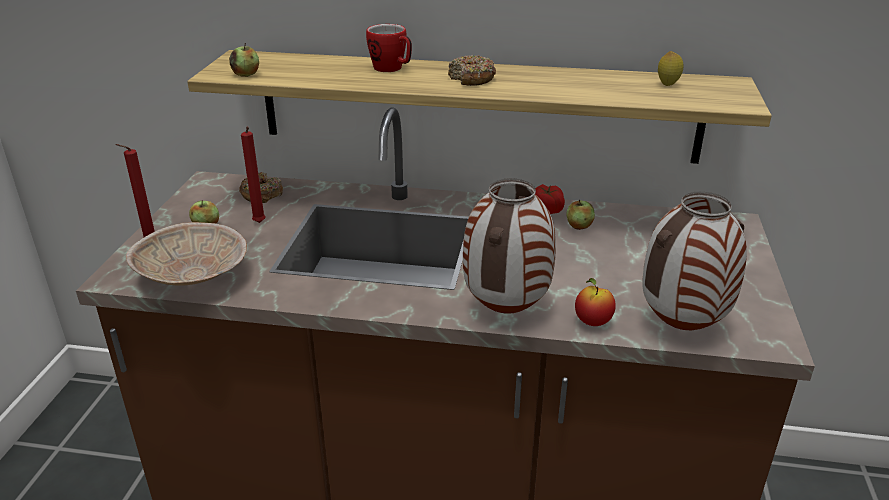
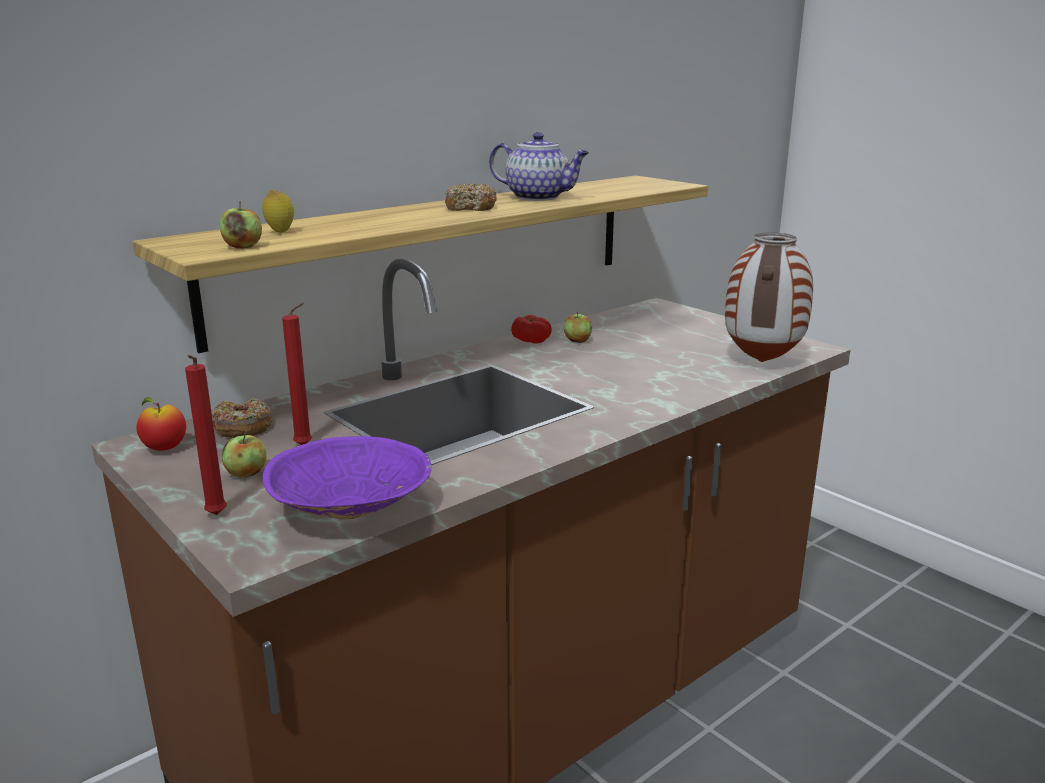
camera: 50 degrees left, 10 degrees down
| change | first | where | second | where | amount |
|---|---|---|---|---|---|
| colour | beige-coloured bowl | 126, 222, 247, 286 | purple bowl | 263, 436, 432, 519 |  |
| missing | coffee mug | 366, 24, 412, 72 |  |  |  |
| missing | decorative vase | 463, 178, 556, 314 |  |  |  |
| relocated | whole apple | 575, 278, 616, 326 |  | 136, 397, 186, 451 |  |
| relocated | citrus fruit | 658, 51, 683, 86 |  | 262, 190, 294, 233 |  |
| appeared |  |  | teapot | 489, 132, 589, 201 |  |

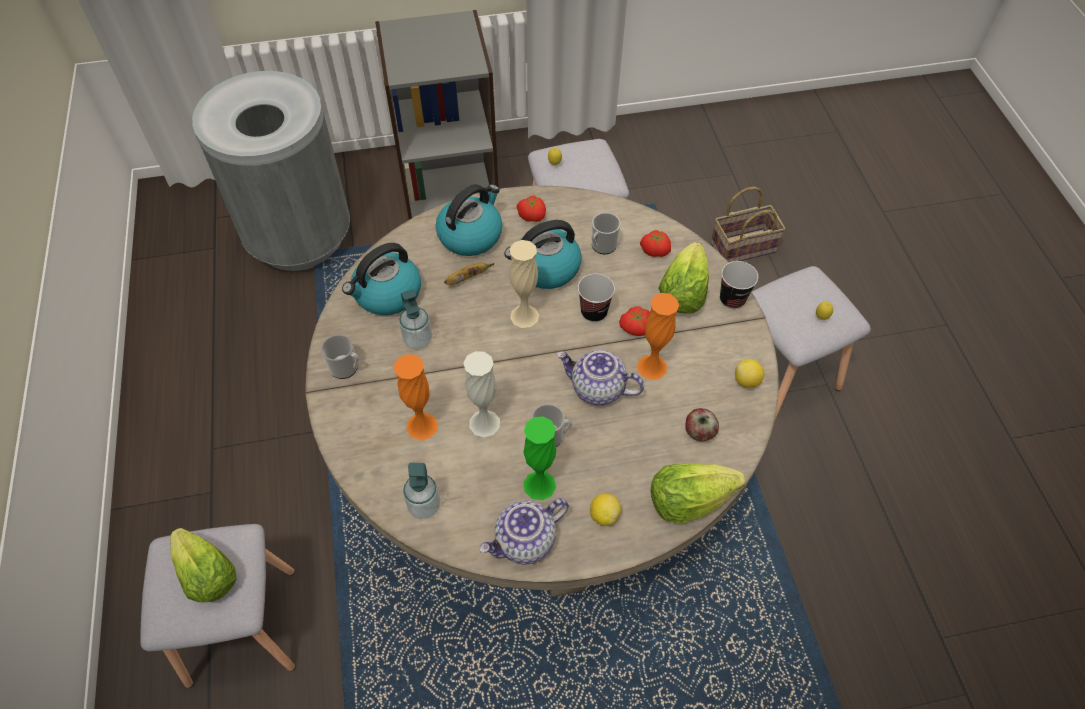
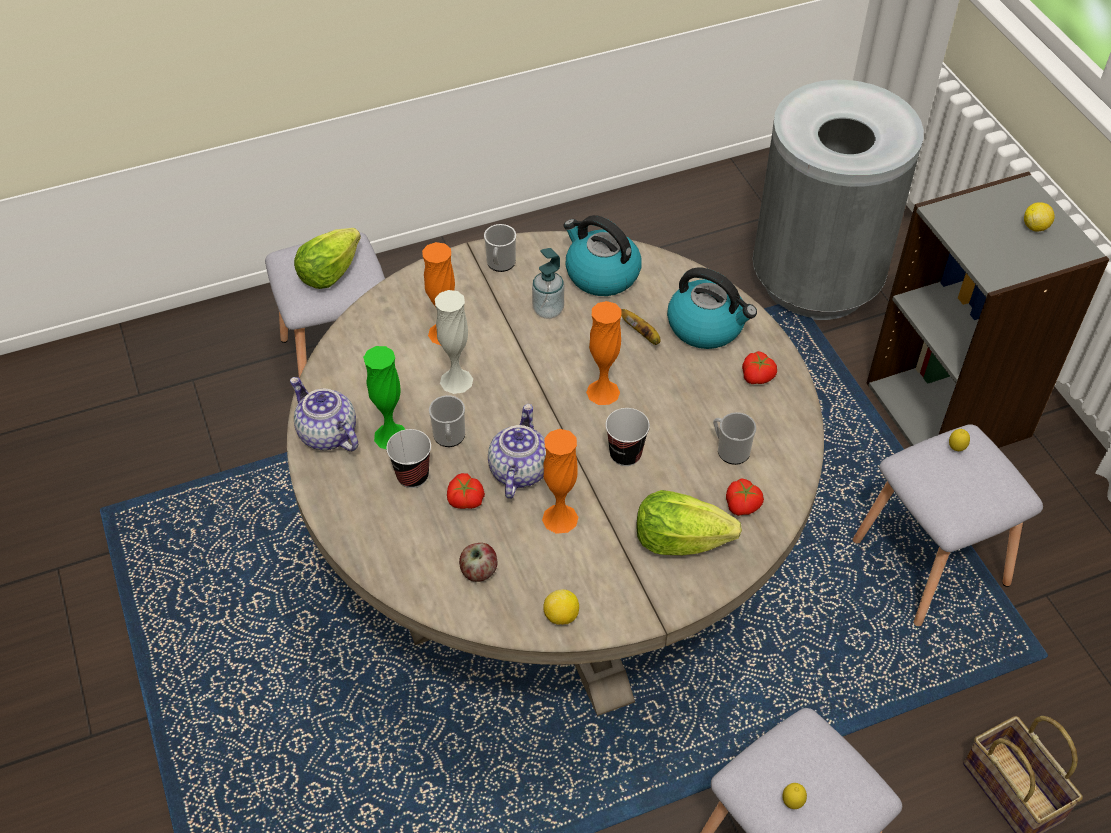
camera: 80 degrees right, 5 degrees down
| change | first | where | second | where | amount |
|---|---|---|---|---|---|
| missing | soap bottle | 403, 463, 440, 519 |  |  |  |
| missing | water kettle | 504, 220, 581, 289 |  |  |  |
| colour | beige-coloured decorative vase | 510, 240, 539, 328 | orange-coloured decorative vase | 586, 301, 621, 405 |  |
| relocated | citrus fruit | 590, 493, 622, 526 |  | 1024, 202, 1055, 232 |  |
| relocated | whole tomato | 619, 307, 650, 336 |  | 447, 473, 485, 509 |  |
| missing | lettuce | 651, 463, 745, 524 |  |  |  |
| relocated | drinking cup | 720, 261, 758, 309 |  | 386, 429, 431, 488 |  |

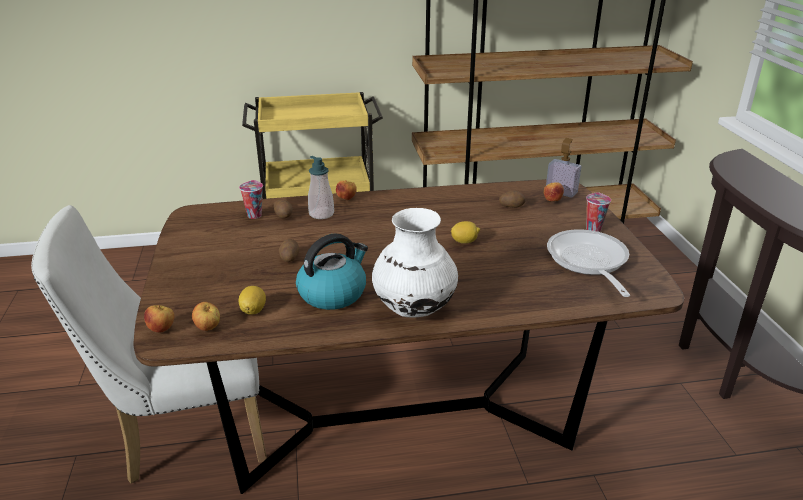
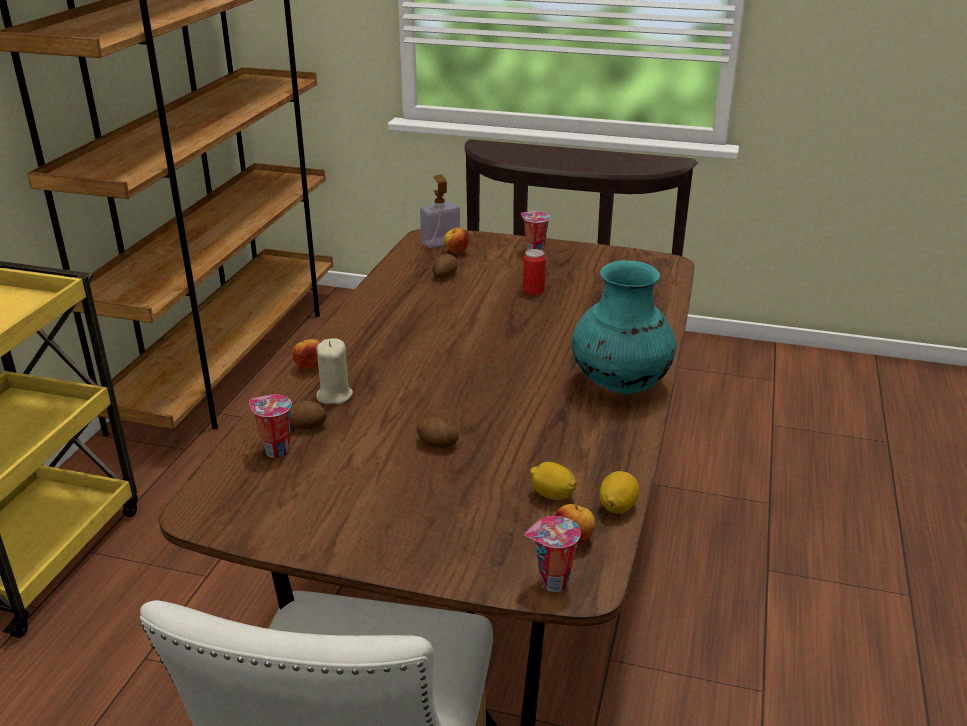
camera: 65 degrees left, 0 degrees up
| change | first | where | second | where | amount |
|---|---|---|---|---|---|
| exchanged | whole apple | 144, 305, 174, 333 | drinking cup | 525, 516, 581, 592 |  |
| missing | water kettle | 296, 233, 368, 310 |  |  |  |
| exchanged | soap bottle | 308, 156, 334, 219 | beige-coloured candle | 316, 338, 353, 404 |  |
| colour | whitish decorative vase | 372, 208, 458, 317 | blue-green decorative vase | 571, 260, 677, 394 |  |
| relocated | citrus fruit | 451, 221, 480, 244 |  | 599, 471, 639, 514 |  |
| missing | pan | 547, 229, 630, 297 |  |  |  |
| appeared |  |  | metal can | 523, 249, 546, 295 |  |

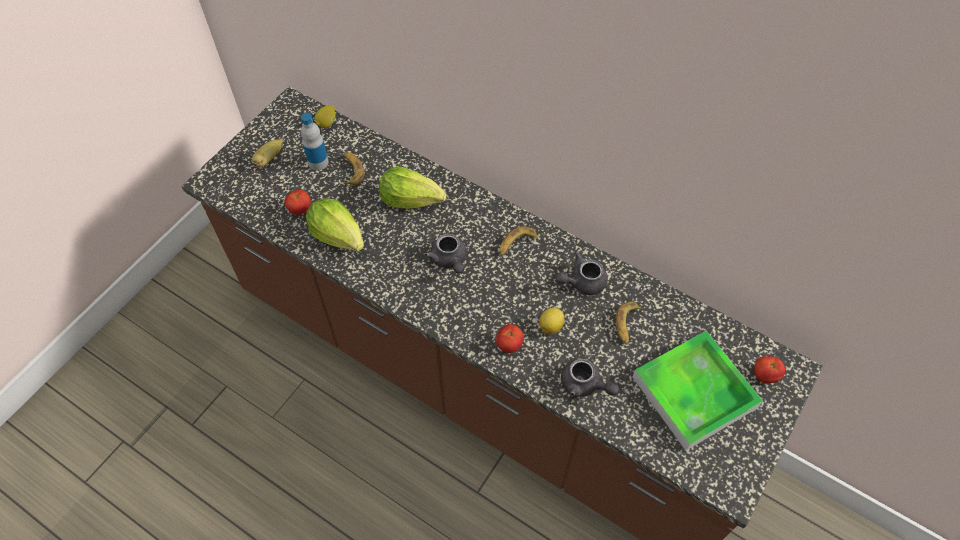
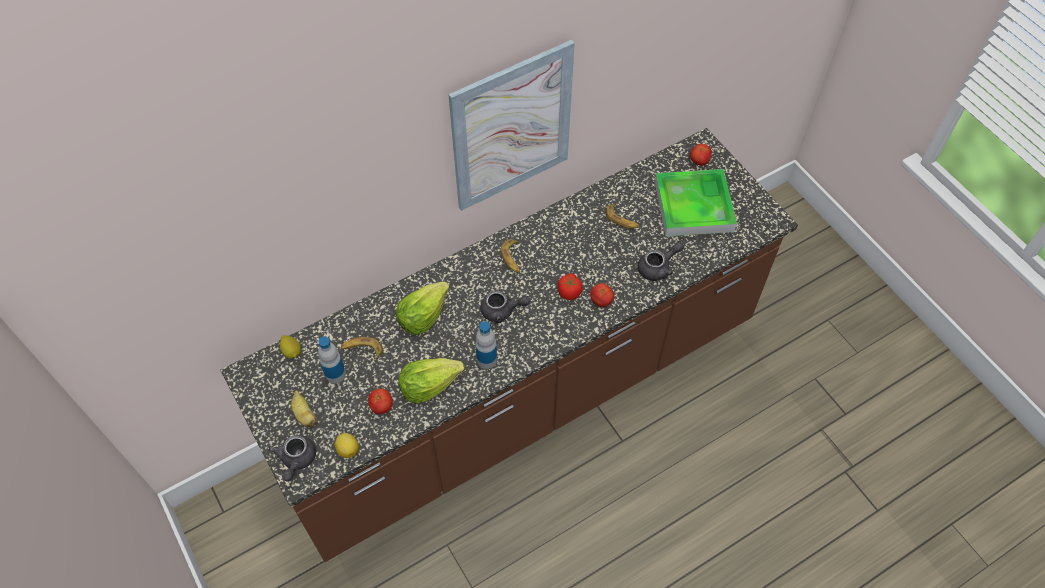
camera: 65 degrees left, 0 degrees up
| change | first | where | second | where | amount |
|---|---|---|---|---|---|
| relocated | citrus fruit | 539, 308, 565, 334 |  | 335, 433, 359, 458 |  |
| relocated | gray teapot | 555, 251, 608, 295 |  | 268, 435, 316, 481 |  |
| appeared |  |  | wall art | 448, 40, 575, 211 |  |
| appeared |  |  | bottle | 475, 321, 497, 369 |  |
| appeared |  |  | whole tomato | 558, 273, 582, 300 |  |

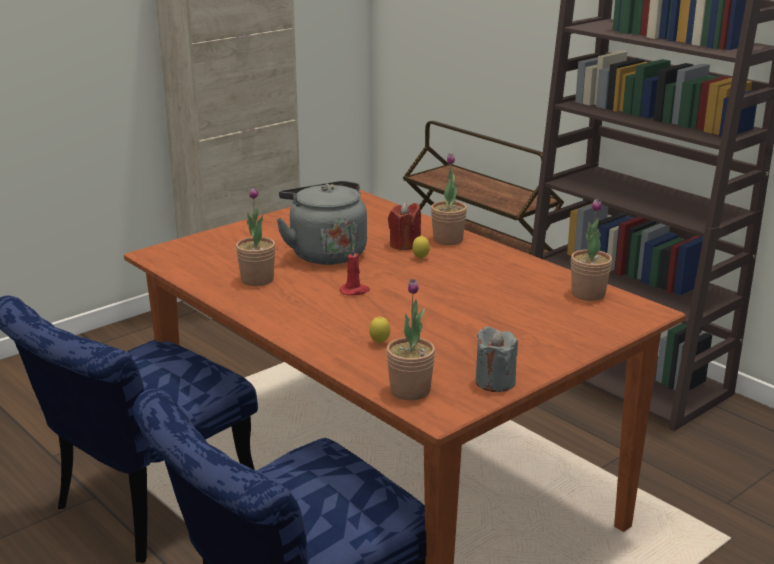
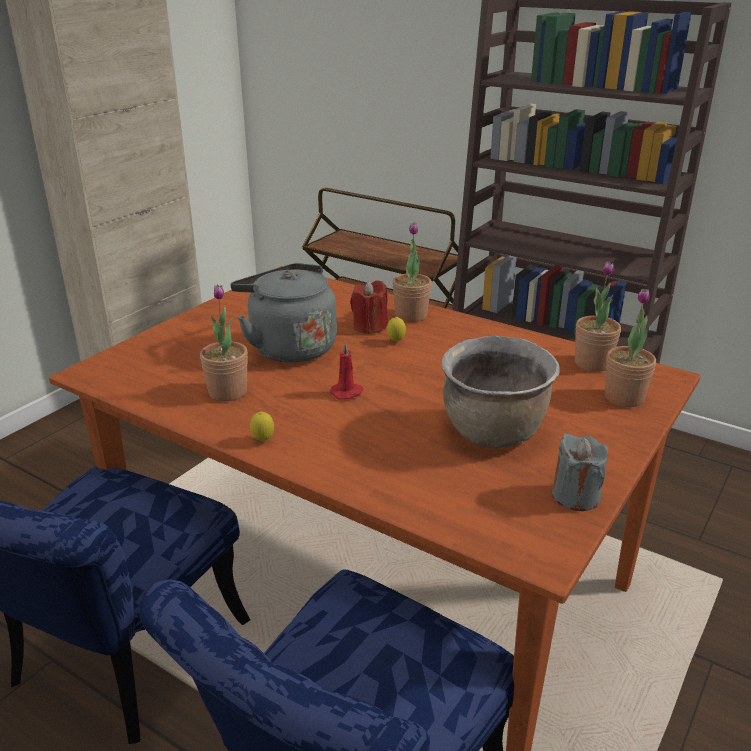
camera: 15 degrees left, 5 degrees up
| change | first | where | second | where | amount |
|---|---|---|---|---|---|
| relocated | citrus fruit | 370, 316, 390, 343 |  | 250, 412, 274, 441 |  |
| relocated | potted plant | 386, 279, 435, 401 |  | 605, 289, 656, 407 |  |
| appeared |  |  | brownish saucepot | 441, 336, 560, 448 |  |

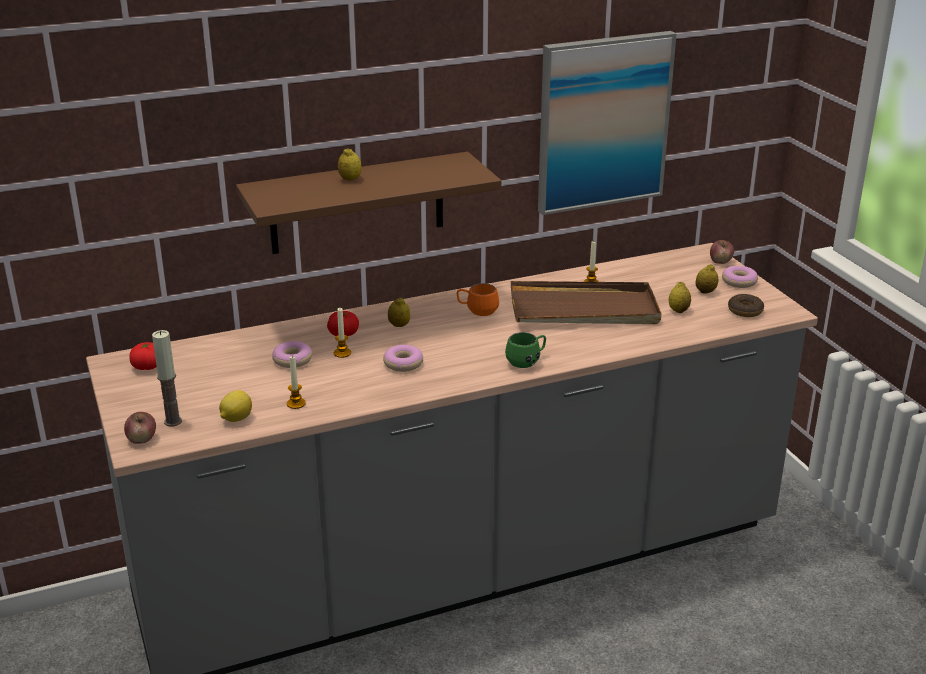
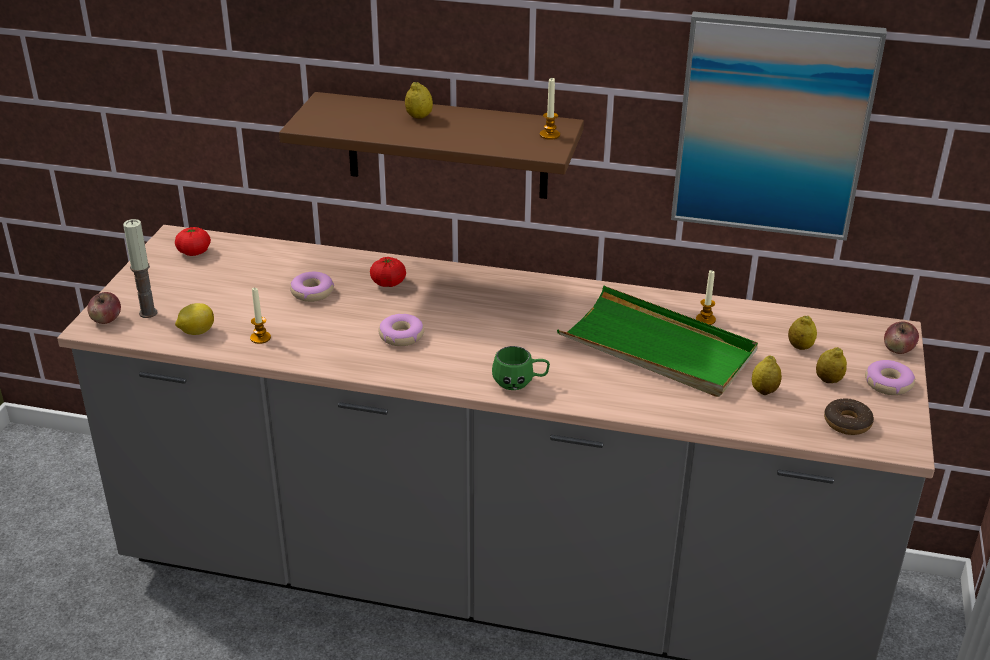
camera: 35 degrees right, 5 degrees up
| change | first | where | second | where | amount |
|---|---|---|---|---|---|
| relocated | candle | 334, 308, 351, 358 |  | 540, 78, 560, 140 |  |
| relocated | citrus fruit | 388, 297, 410, 327 |  | 788, 316, 817, 350 |  |
| missing | orange-coloured coffee mug | 457, 283, 499, 316 |  |  |  |
| colour | brownish carrying tray | 511, 281, 661, 324 | green carrying tray | 557, 286, 758, 397 |  |

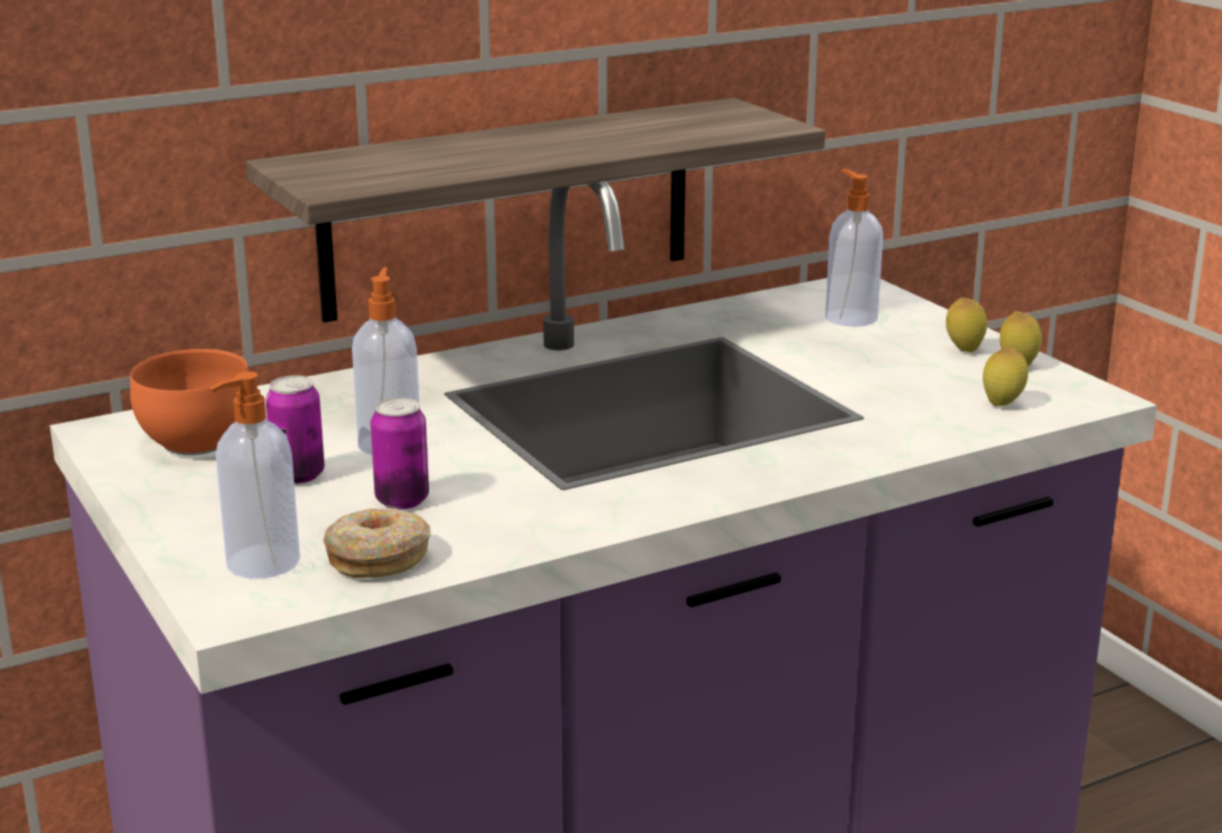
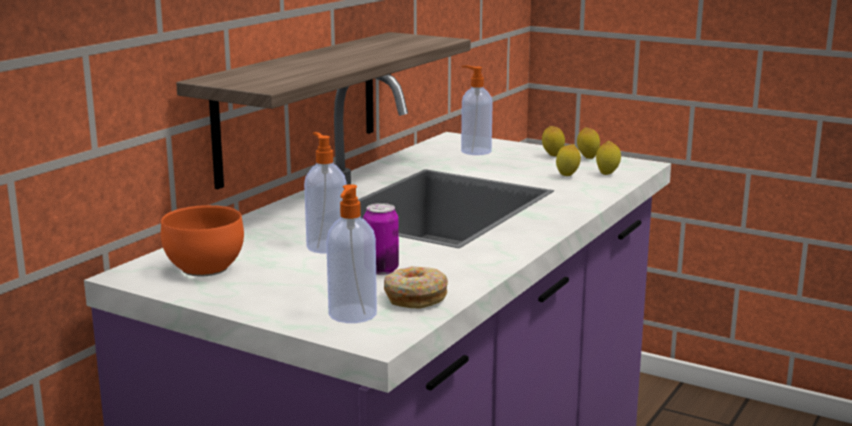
camera: 30 degrees left, 5 degrees down
| change | first | where | second | where | amount |
|---|---|---|---|---|---|
| missing | metal can | 266, 375, 325, 484 |  |  |  |
| appeared |  |  | citrus fruit | 556, 144, 581, 176 |  |

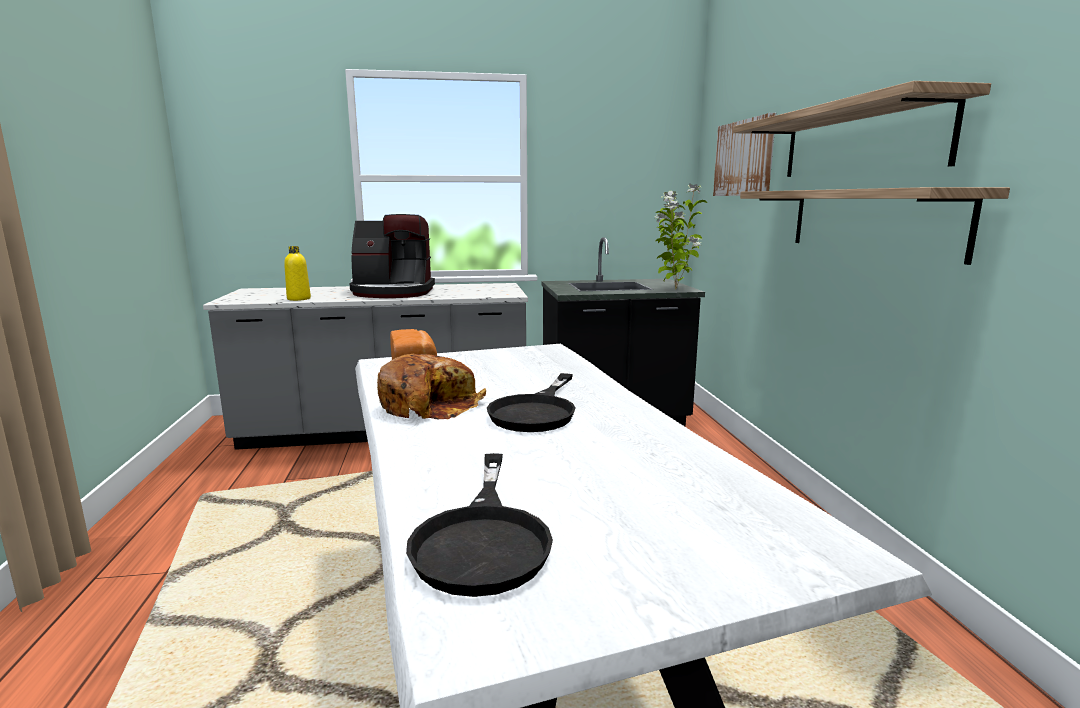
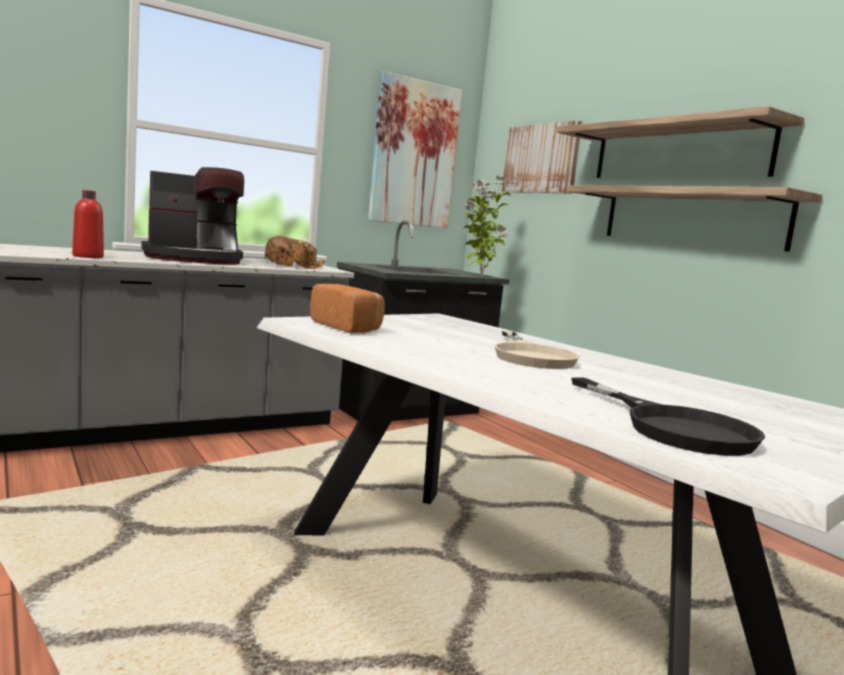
camera: 25 degrees left, 5 degrees down
| change | first | where | second | where | amount |
|---|---|---|---|---|---|
| colour | yellow-coloured bottle | 284, 246, 311, 301 | red-coloured bottle | 72, 190, 104, 258 |  |
| relocated | baked bread | 377, 354, 486, 419 |  | 265, 236, 324, 269 |  |
| colour | black pan | 487, 373, 575, 432 | beige-coloured pan | 494, 331, 580, 369 |  |
| appeared |  |  | wall art | 368, 71, 462, 228 |  |

